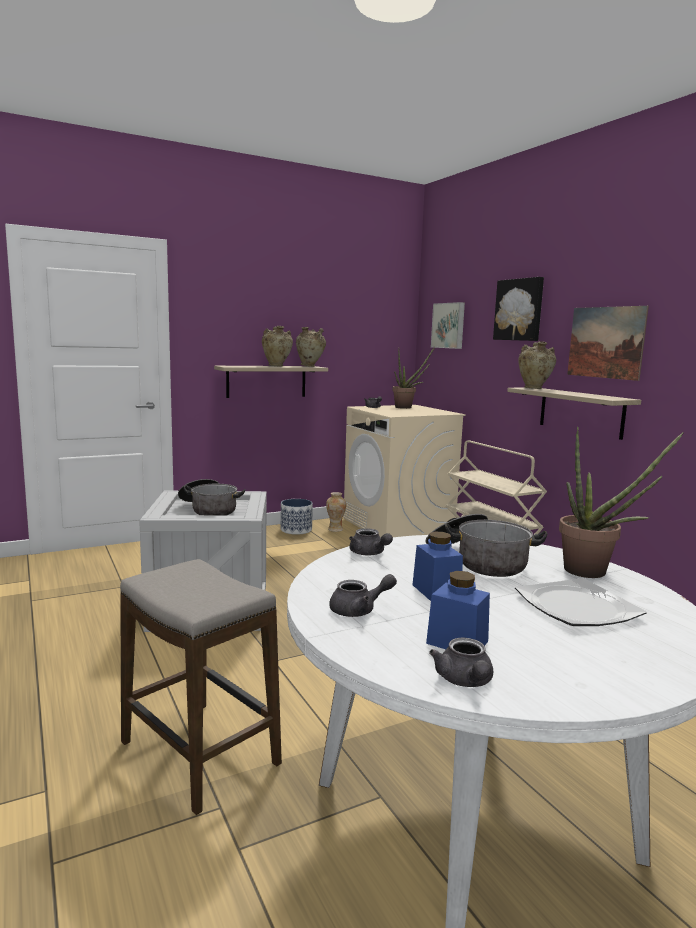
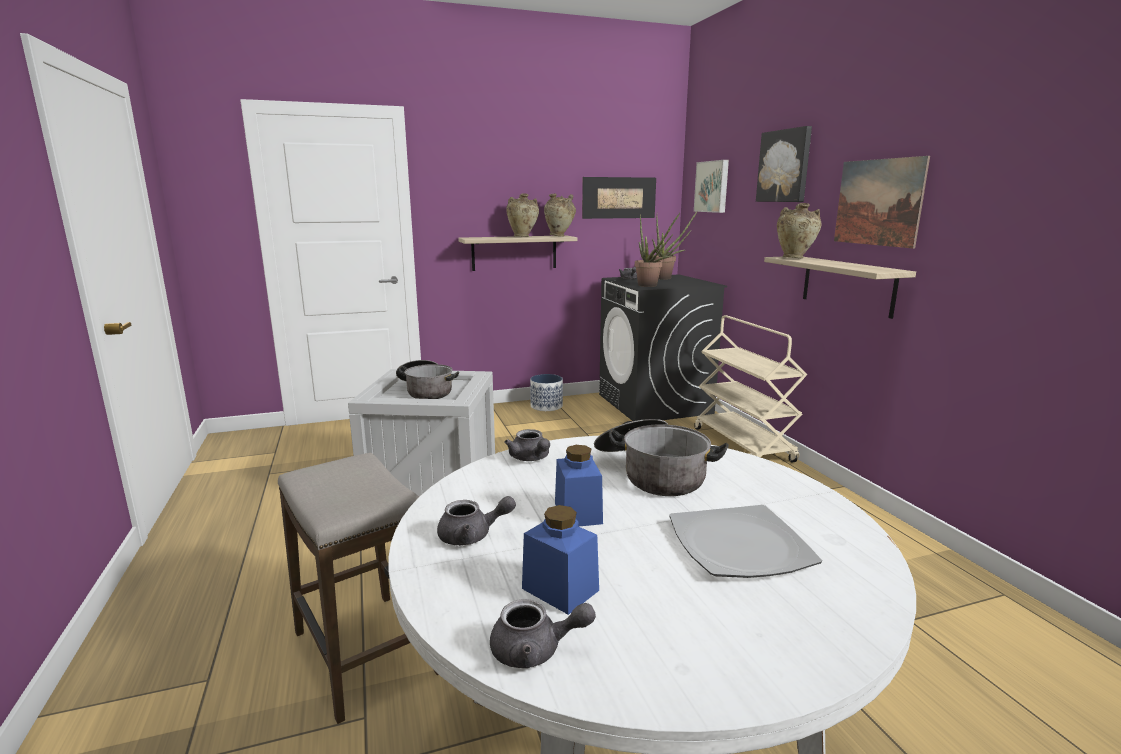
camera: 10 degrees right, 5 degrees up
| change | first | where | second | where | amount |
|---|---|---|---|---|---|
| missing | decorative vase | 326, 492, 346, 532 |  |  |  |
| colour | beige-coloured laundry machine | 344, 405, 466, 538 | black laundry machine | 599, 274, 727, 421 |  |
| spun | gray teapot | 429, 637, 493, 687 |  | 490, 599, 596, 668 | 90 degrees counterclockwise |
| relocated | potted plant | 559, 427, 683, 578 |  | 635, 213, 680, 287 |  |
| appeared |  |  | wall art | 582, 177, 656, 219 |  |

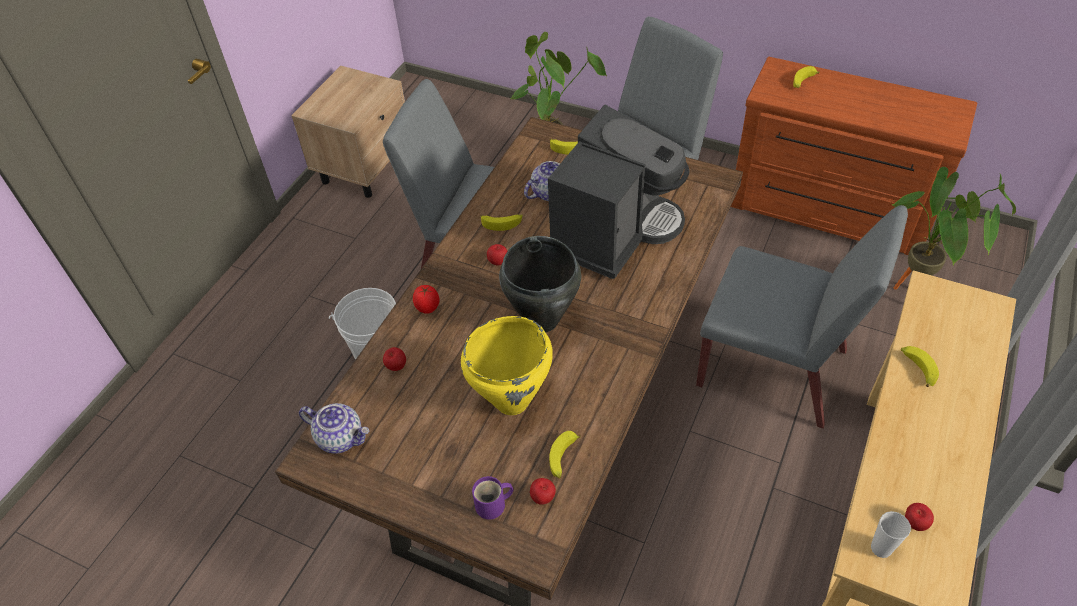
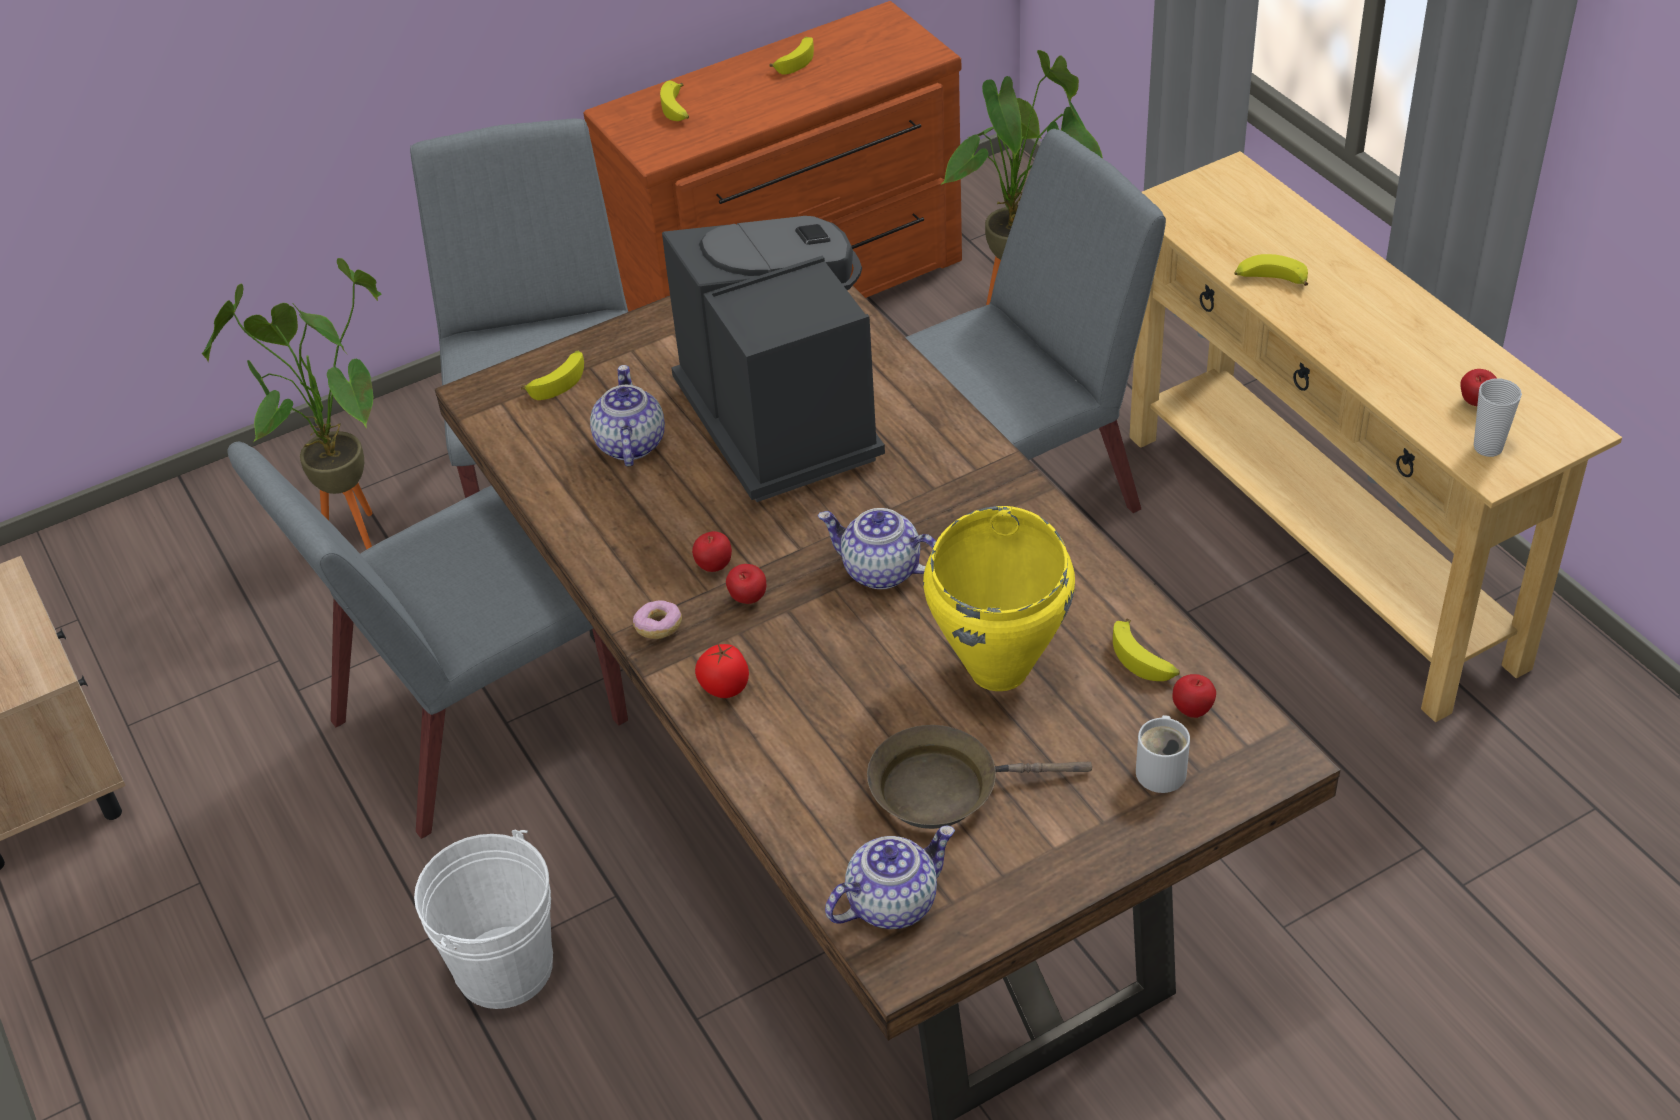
camera: 55 degrees left, 5 degrees down
| change | first | where | second | where | amount |
|---|---|---|---|---|---|
| relocated | whole apple | 383, 347, 406, 371 |  | 726, 564, 766, 604 |  |
| colour | purple coffee mug | 472, 476, 513, 519 | whitish coffee mug | 1136, 715, 1190, 793 |  |
| relocated | banana fruit | 480, 214, 523, 231 |  | 770, 37, 814, 75 |  |
| exchanged | black saucepot | 499, 236, 581, 332 | teapot | 817, 508, 936, 589 |  |
| appeared |  |  | donut | 633, 600, 682, 639 |  |
| appeared |  |  | brownish pan | 867, 725, 1092, 829 |  |

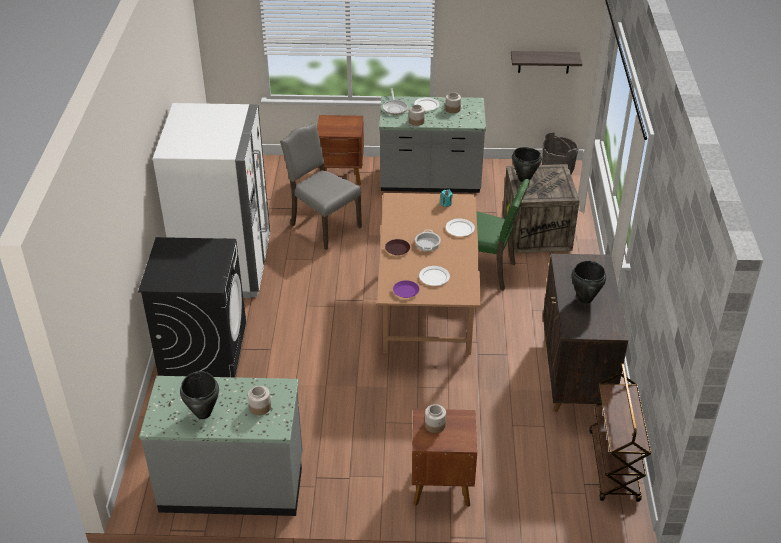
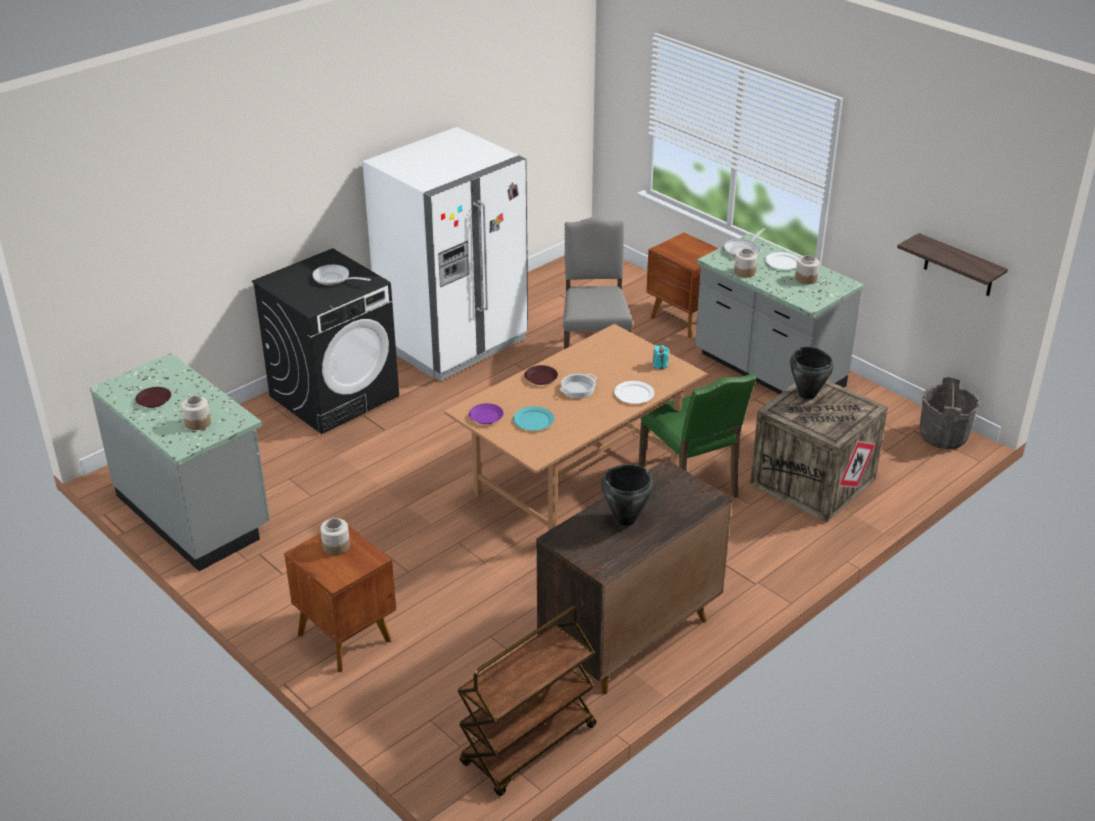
camera: 45 degrees right, 5 degrees down
| change | first | where | second | where | amount |
|---|---|---|---|---|---|
| exchanged | black saucepot | 180, 371, 219, 419 | brownish dinner plate | 135, 387, 171, 408 |  |
| colour | whitish dinner plate | 419, 266, 450, 286 | blue-green dinner plate | 513, 406, 554, 431 |  |
| appeared |  |  | pan | 313, 265, 371, 285 |  |

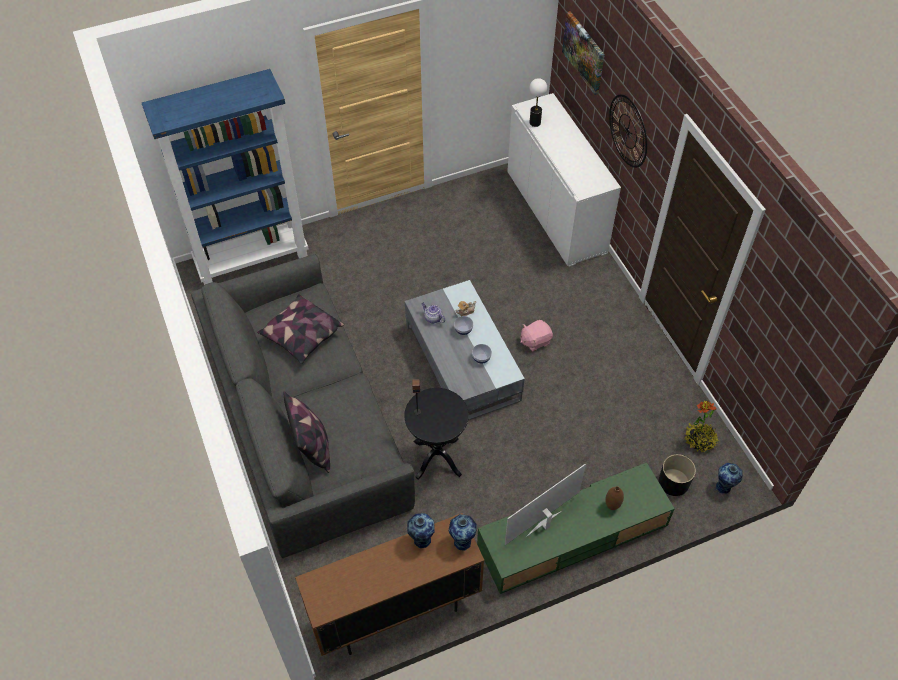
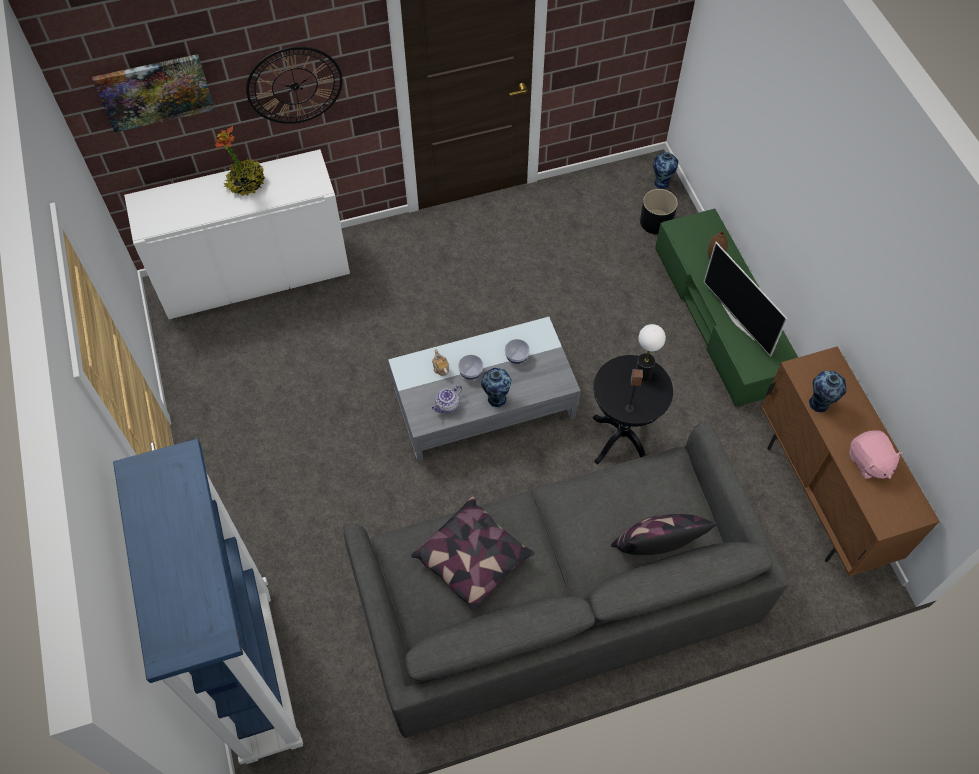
camera: 85 degrees left, 5 degrees up
| change | first | where | second | where | amount |
|---|---|---|---|---|---|
| relocated | decorative vase | 449, 514, 477, 551 |  | 481, 368, 511, 407 |  |
| relocated | pink-coloured soft toy | 520, 320, 553, 351 |  | 849, 430, 904, 479 |  |
| relocated | table lamp | 529, 78, 547, 127 |  | 636, 324, 666, 382 |  |
| relocated | potted plant | 685, 401, 720, 453 |  | 215, 125, 265, 196 |  |

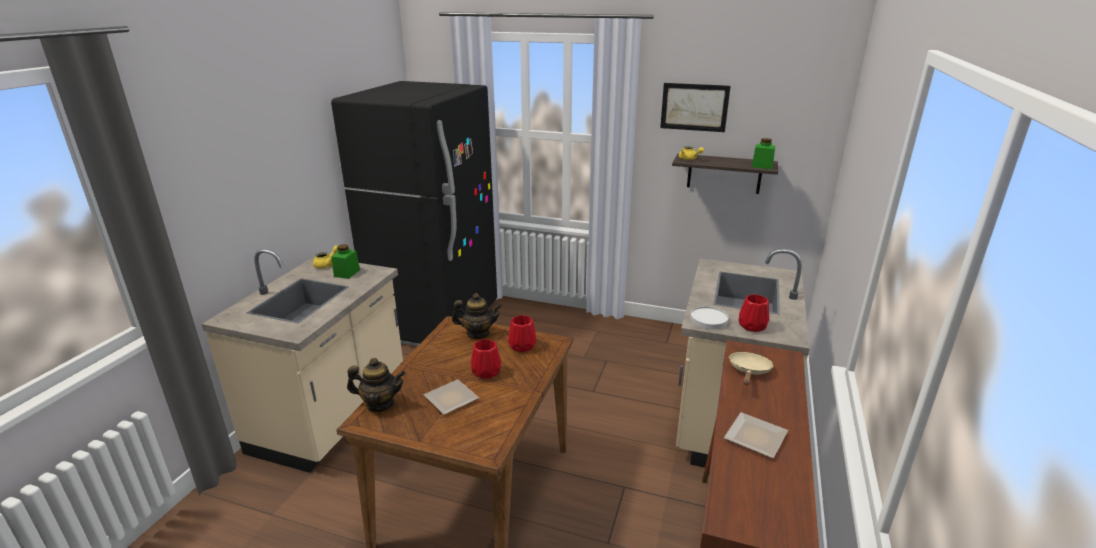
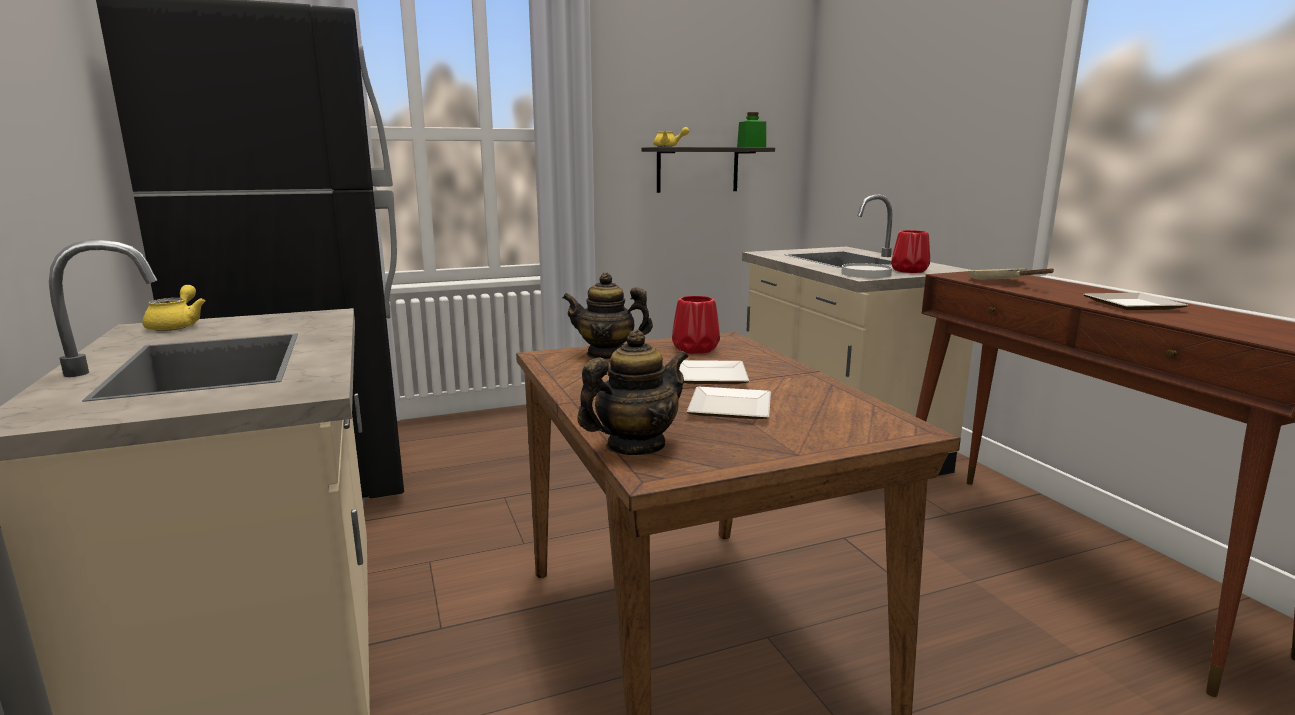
camera: 40 degrees left, 10 degrees down
| change | first | where | second | where | amount |
|---|---|---|---|---|---|
| missing | green preserve jar | 332, 244, 360, 279 |  |  |  |
| spun | teapot | 452, 293, 502, 339 |  | 562, 273, 653, 360 | 135 degrees counterclockwise |
| exchanged | red-coloured decorative vase | 471, 339, 501, 379 | dinner plate | 679, 360, 749, 384 |  |
| missing | wall art | 660, 83, 731, 132 |  |  |  |

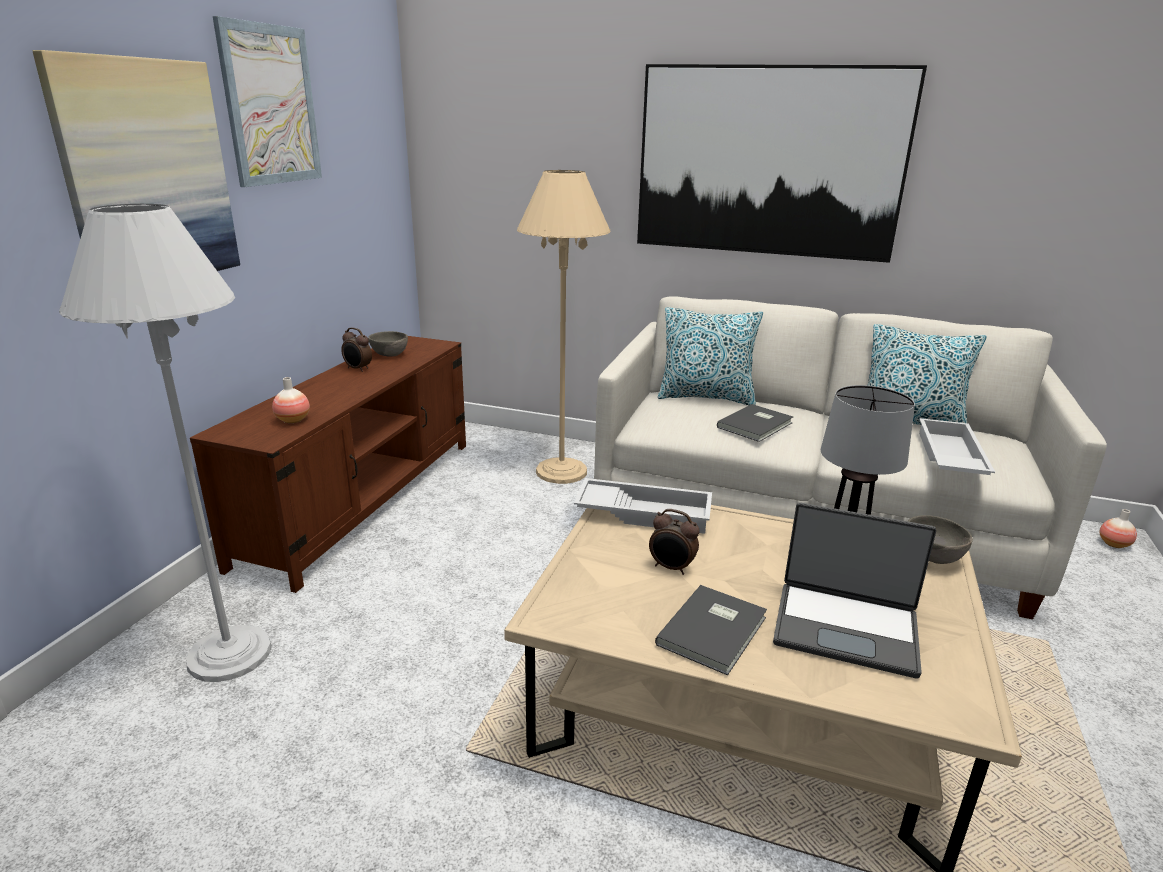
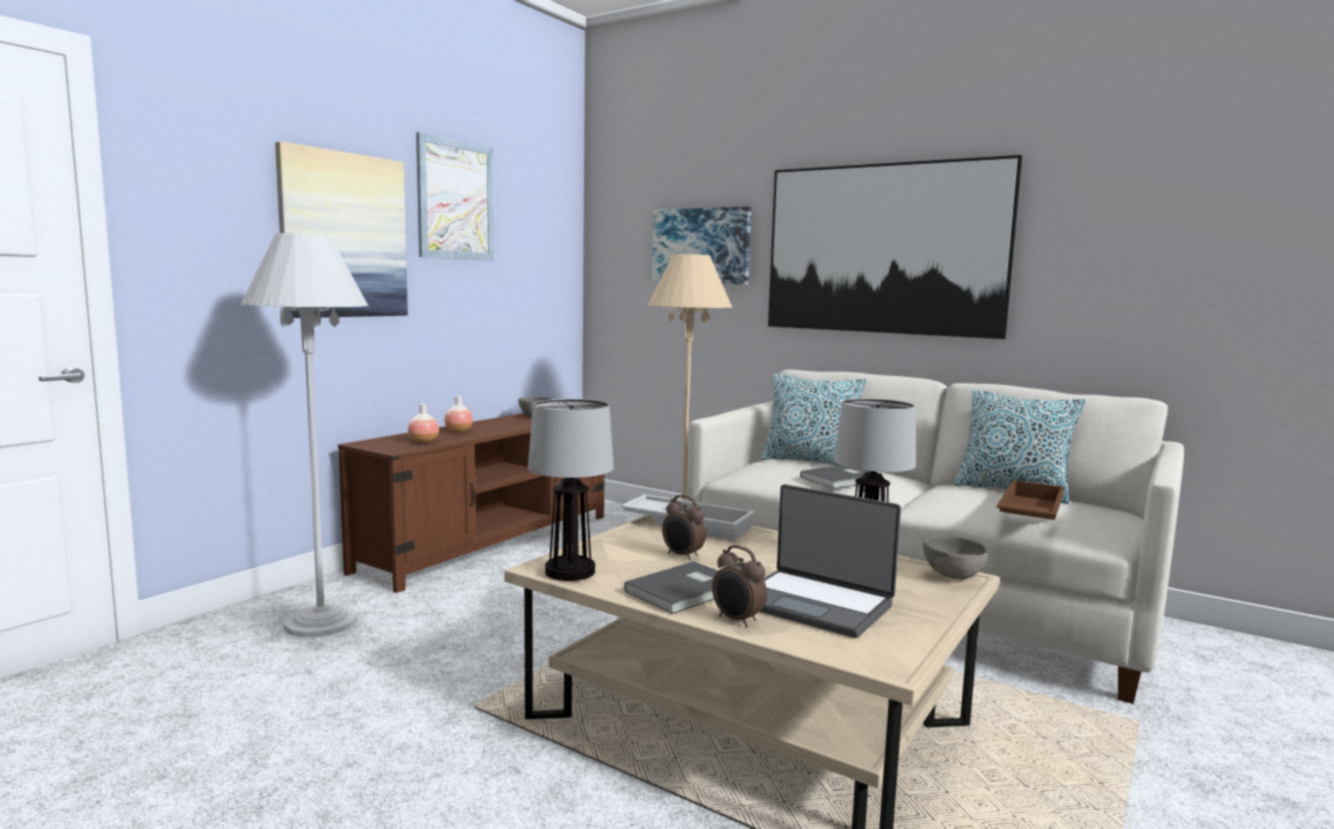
camera: 15 degrees right, 15 degrees down
| change | first | where | second | where | amount |
|---|---|---|---|---|---|
| relocated | bedside clock | 341, 328, 372, 372 |  | 712, 545, 767, 627 |  |
| colour | whitish carrying tray | 919, 418, 995, 475 | brownish carrying tray | 996, 480, 1065, 520 |  |
| relocated | decorative vase | 1099, 509, 1137, 548 |  | 444, 396, 473, 432 |  |
| appeared |  |  | table lamp | 528, 399, 614, 581 |  |
| appeared |  |  | wall art | 652, 206, 751, 284 |  |

